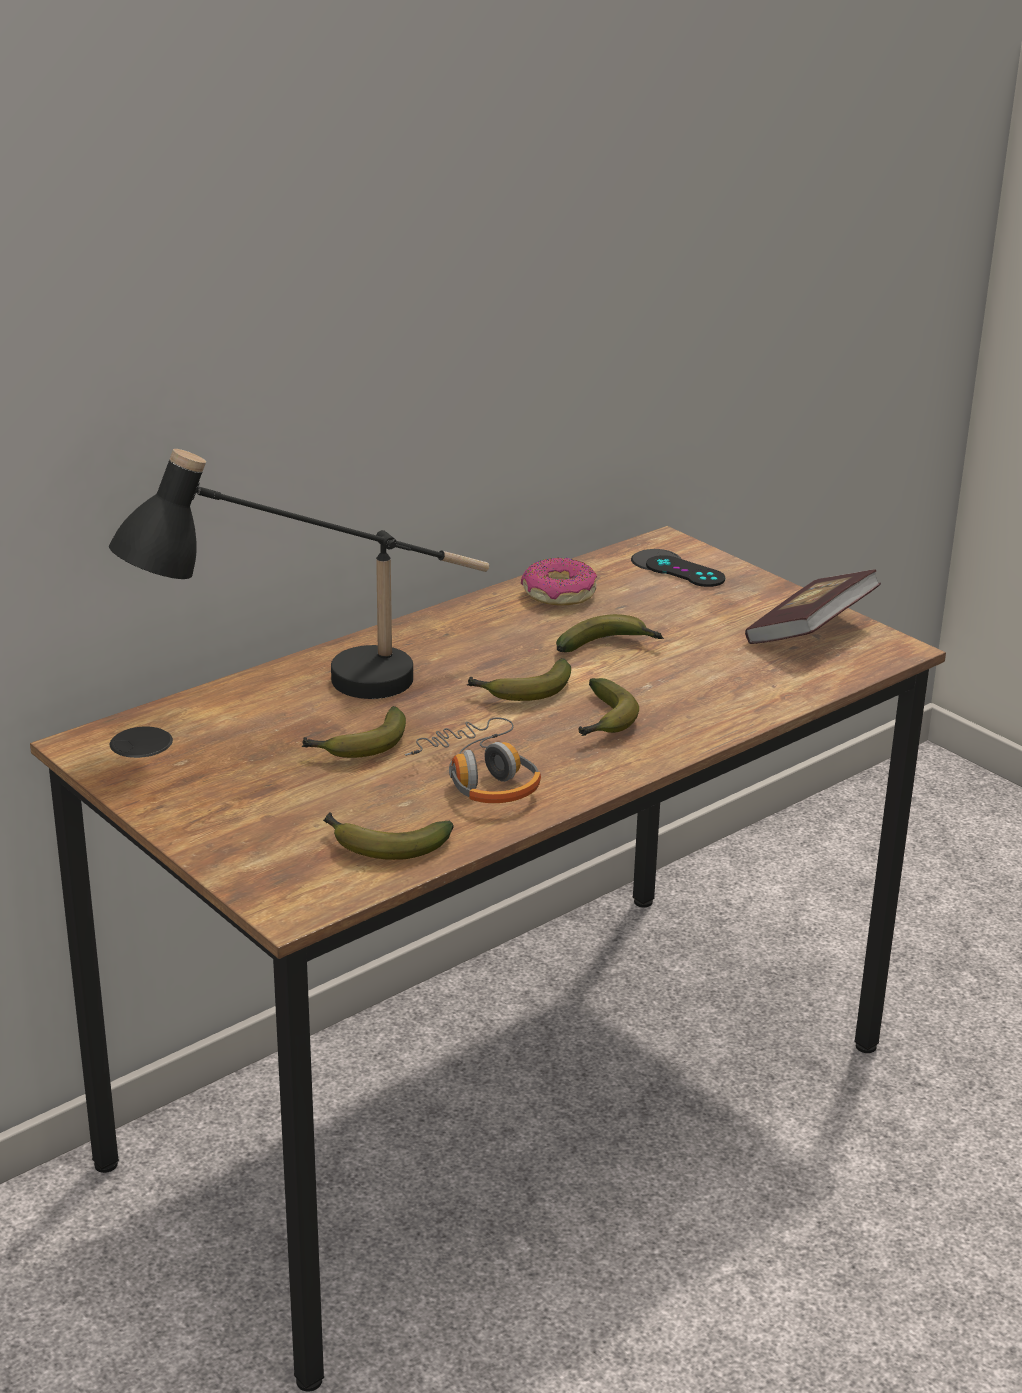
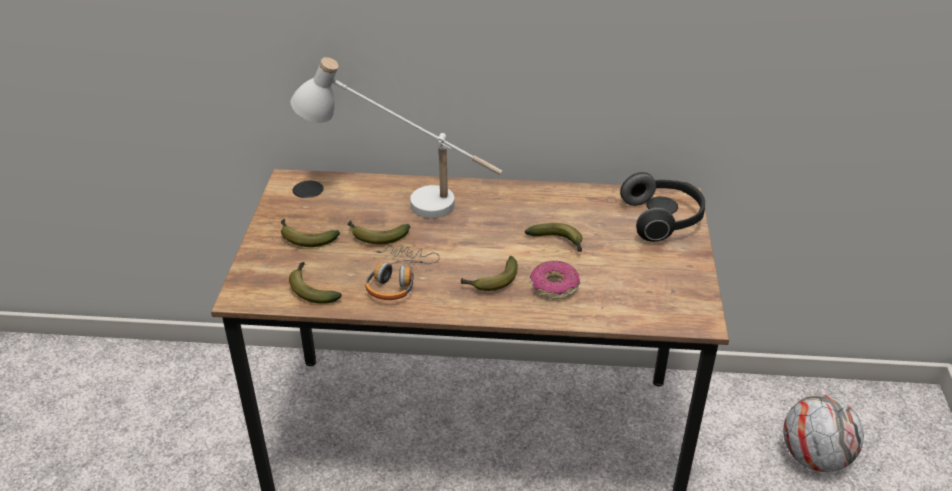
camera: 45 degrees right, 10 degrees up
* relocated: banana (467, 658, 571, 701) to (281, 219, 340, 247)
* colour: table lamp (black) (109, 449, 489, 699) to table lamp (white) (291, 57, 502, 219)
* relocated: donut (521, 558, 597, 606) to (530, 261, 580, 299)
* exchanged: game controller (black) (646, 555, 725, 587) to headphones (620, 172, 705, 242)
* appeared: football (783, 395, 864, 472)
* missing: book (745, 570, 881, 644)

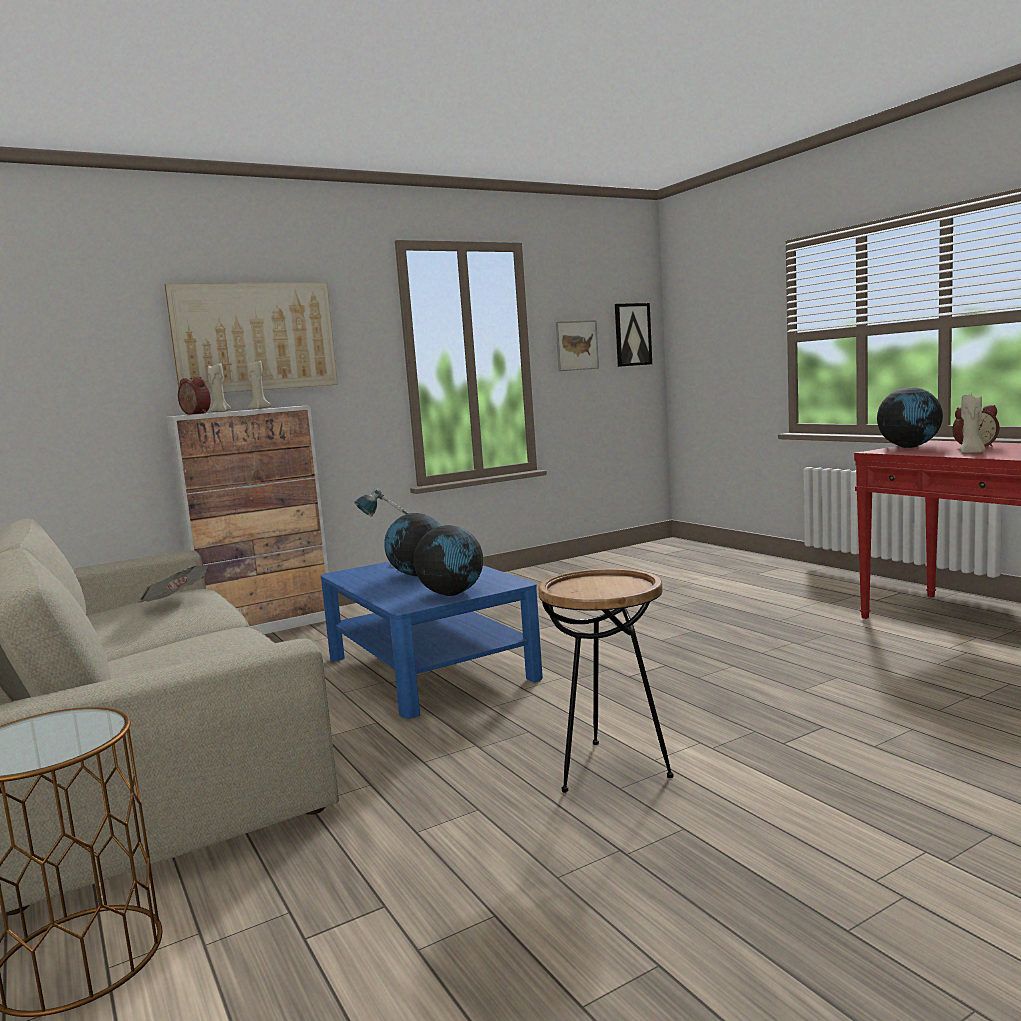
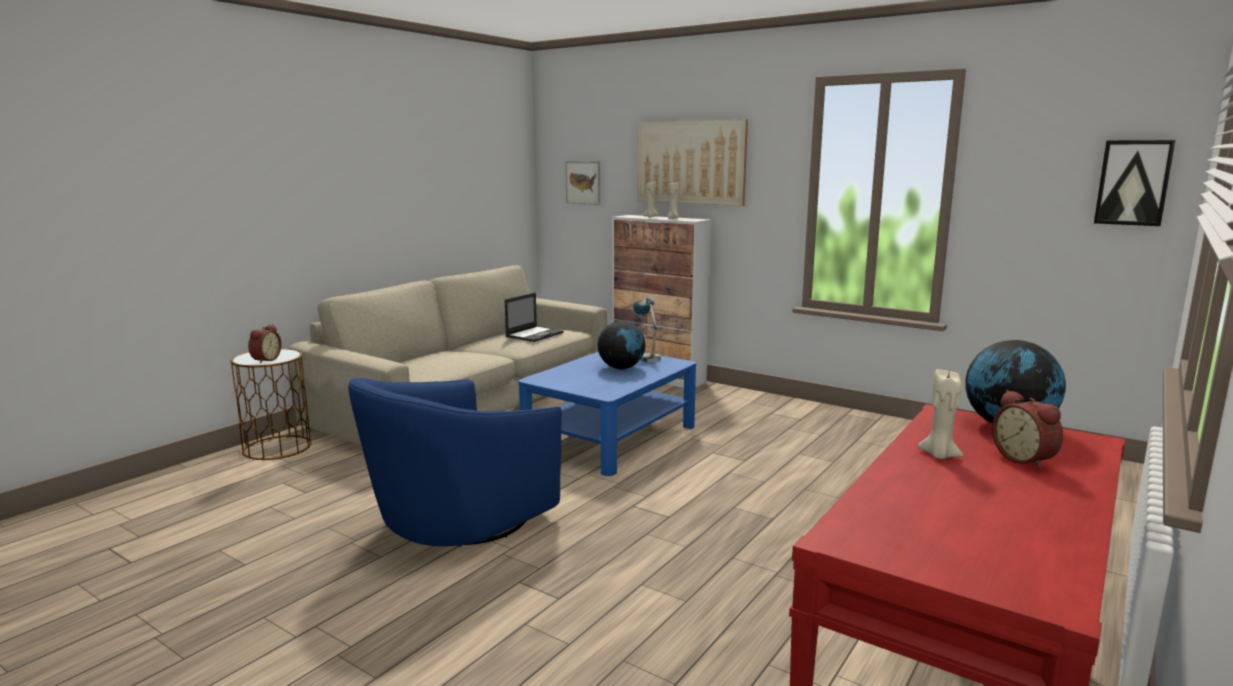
camera: 65 degrees right, 5 degrees up
* relocated: alarm clock (178, 377, 211, 415) to (248, 324, 281, 364)
* exchanged: side table (brown) (538, 569, 674, 793) to armchair (blue) (348, 378, 562, 546)
* exchanged: newspaper (140, 566, 208, 603) to laptop (505, 293, 564, 342)
* relocated: picture (556, 320, 599, 371) to (565, 161, 600, 205)
* missing: globe (414, 525, 483, 596)

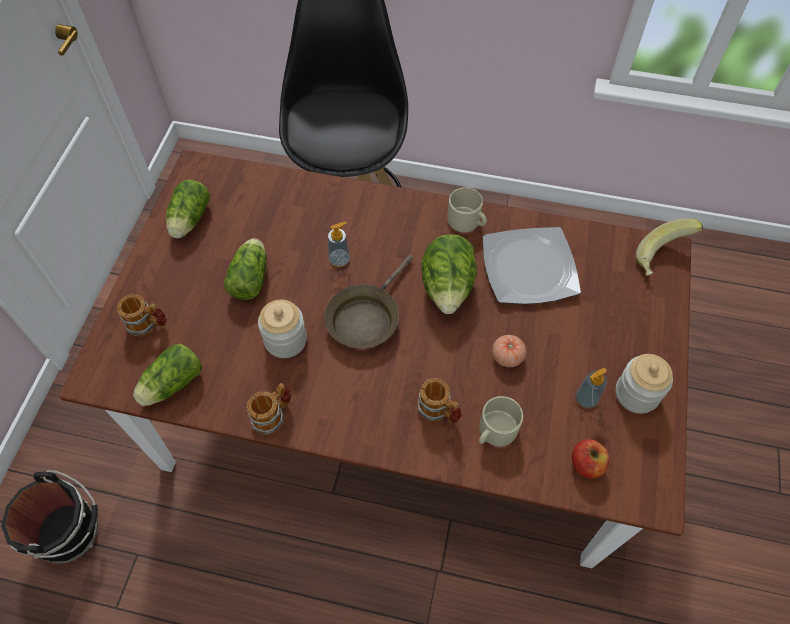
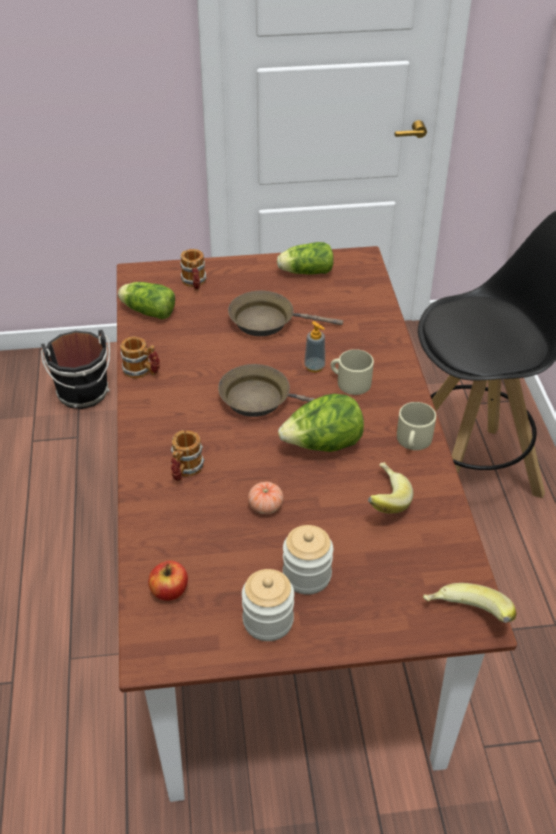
camera: 70 degrees right, 15 degrees down
* exchanged: lettuce (224, 238, 267, 300) to frying pan (brown) (228, 291, 343, 336)
* relocated: jar (258, 300, 307, 358) to (283, 525, 333, 595)
* relocated: mug (beige) (479, 396, 523, 446) to (331, 349, 374, 395)
* exchanged: plate (483, 227, 581, 304) to banana (368, 462, 413, 514)
* missing: soap dispenser (575, 368, 607, 408)

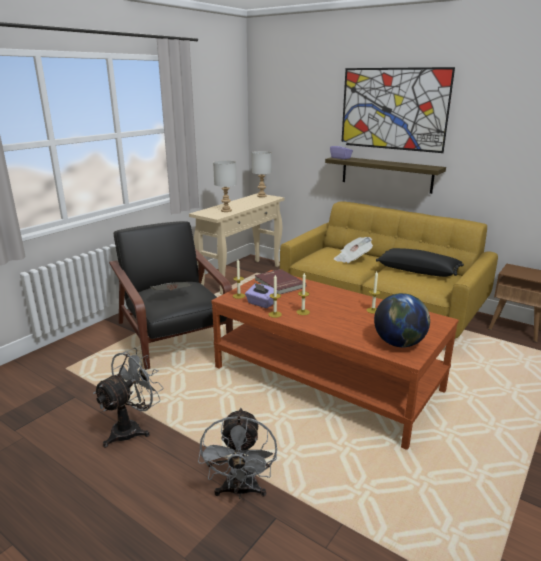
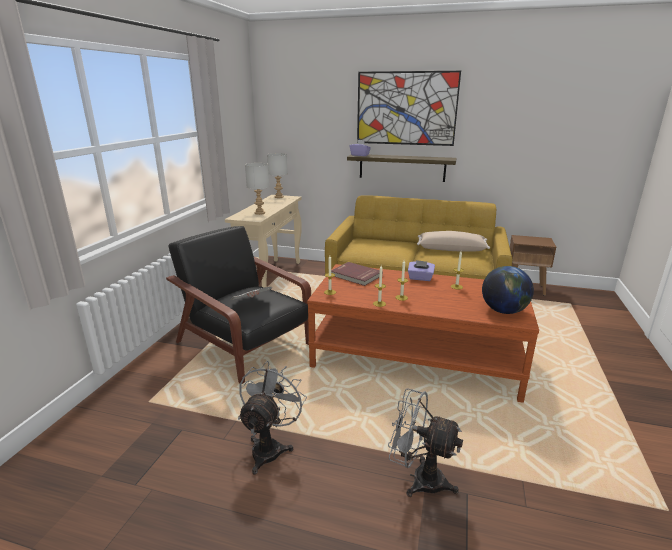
camera: 20 degrees left, 0 degrees up
* spun: fan (grey) (198, 408, 277, 499) = (388, 388, 463, 497) 135 degrees clockwise
* relocated: tissue box (purple) (245, 283, 278, 308) to (408, 260, 435, 281)
* colour: pillow (black) (376, 248, 464, 277) to pillow (beige) (417, 231, 490, 252)
* missing: newspaper (334, 237, 373, 263)

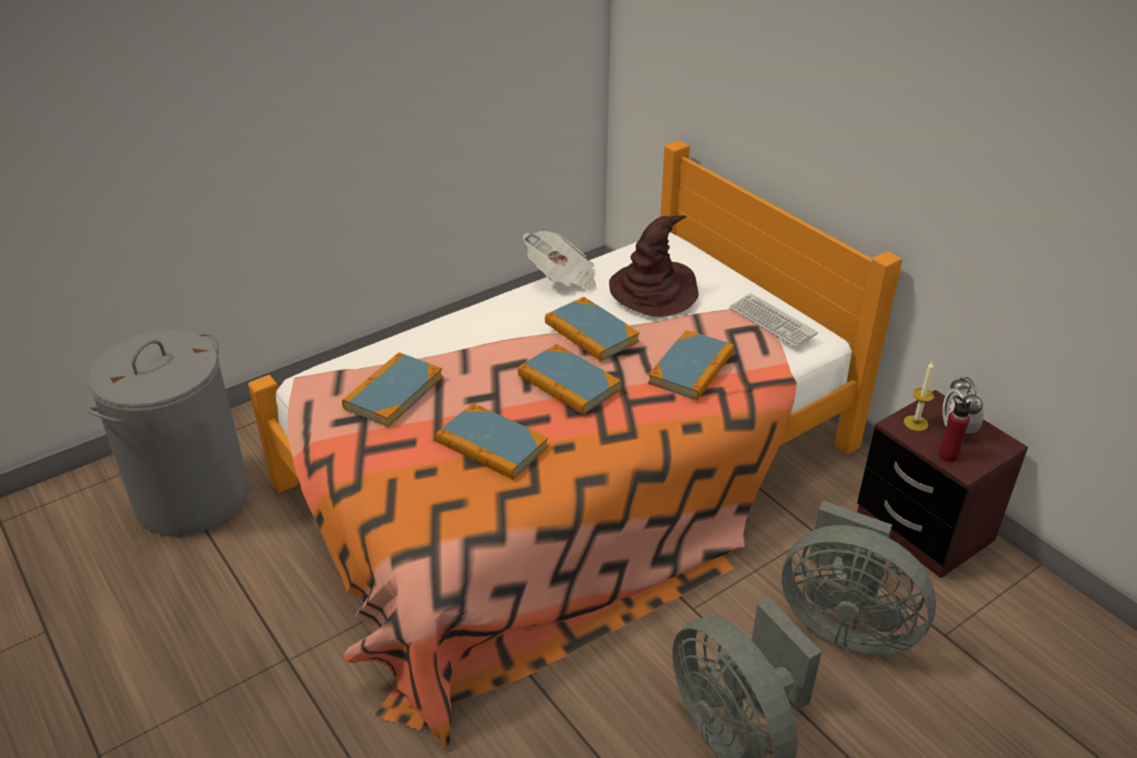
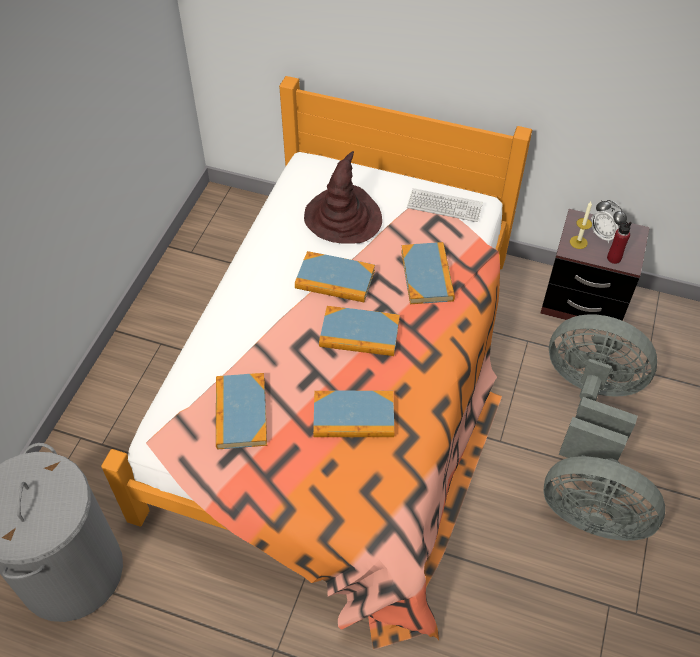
camera: 35 degrees left, 15 degrees up
* spun: fan (grey) (782, 501, 936, 655) = (549, 314, 657, 440) 150 degrees counterclockwise
* missing: newspaper (523, 231, 597, 291)

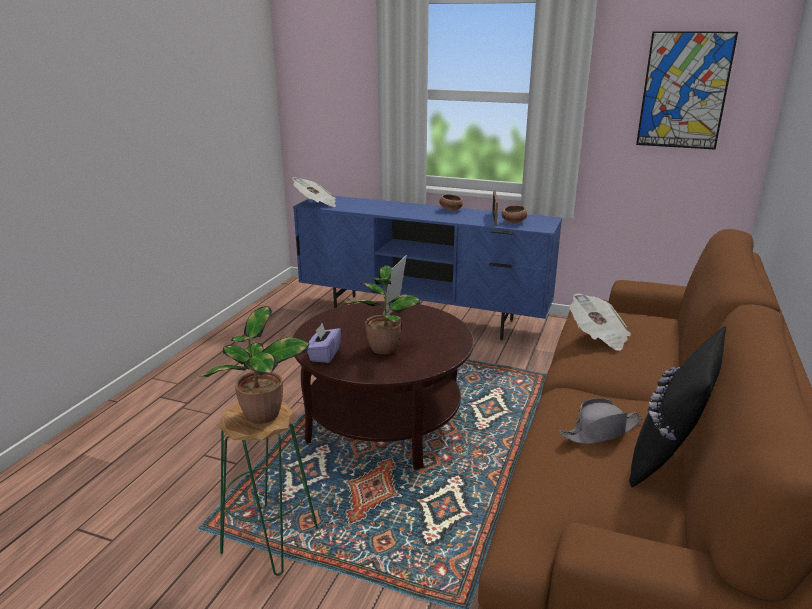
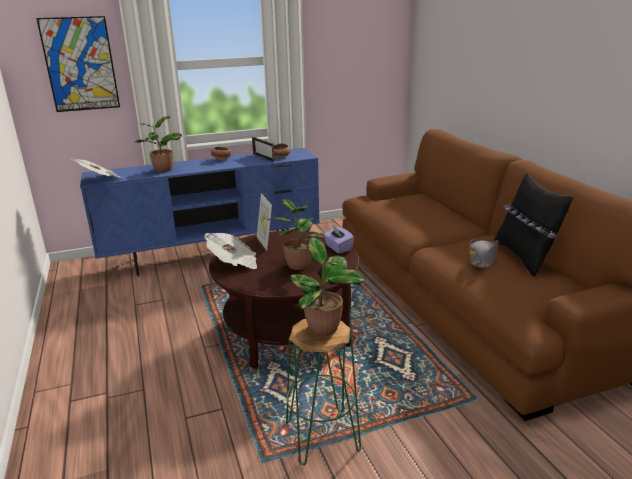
camera: 40 degrees left, 0 degrees up
* relocated: picture (636, 31, 738, 150) to (36, 16, 120, 112)
* appeared: potted plant (135, 116, 182, 172)
* relocated: newspaper (569, 293, 631, 351) to (204, 233, 257, 269)
* relocated: tissue box (purple) (307, 323, 341, 363) to (323, 226, 354, 254)

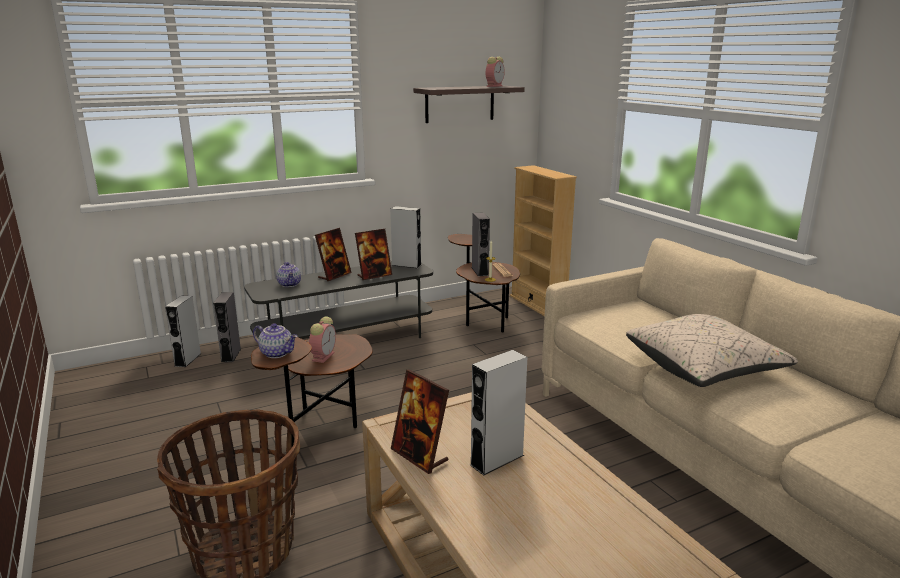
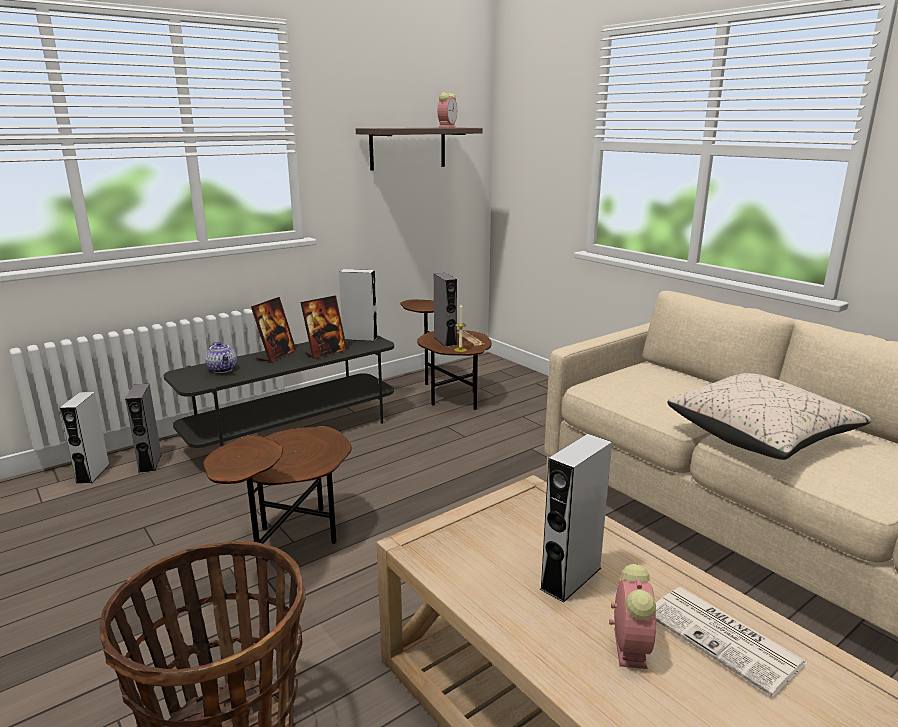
camera: 10 degrees left, 0 degrees up
* relocated: alarm clock (309, 316, 336, 363) to (609, 564, 656, 669)
* appeared: newspaper (656, 587, 807, 697)
* missing: teapot (253, 323, 298, 358)
* missing: picture frame (391, 369, 449, 474)
* missing: bookcase (beige) (510, 165, 577, 316)

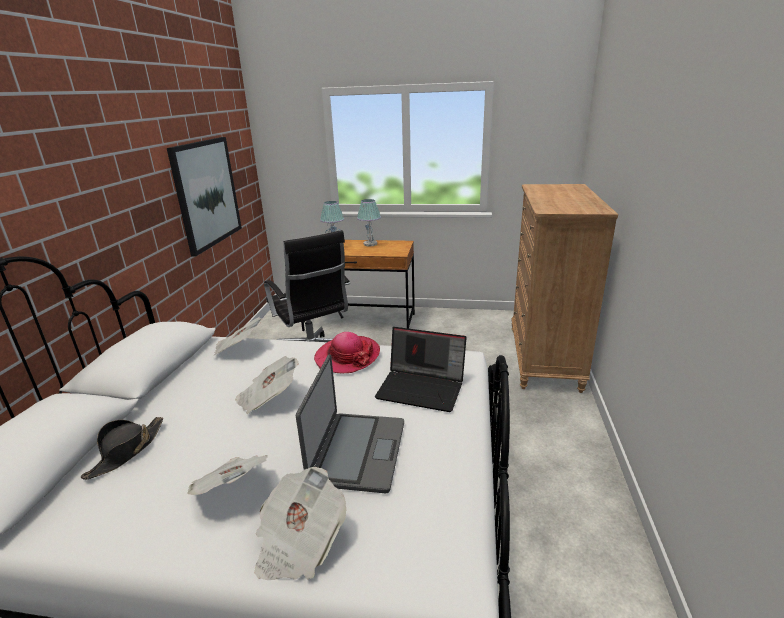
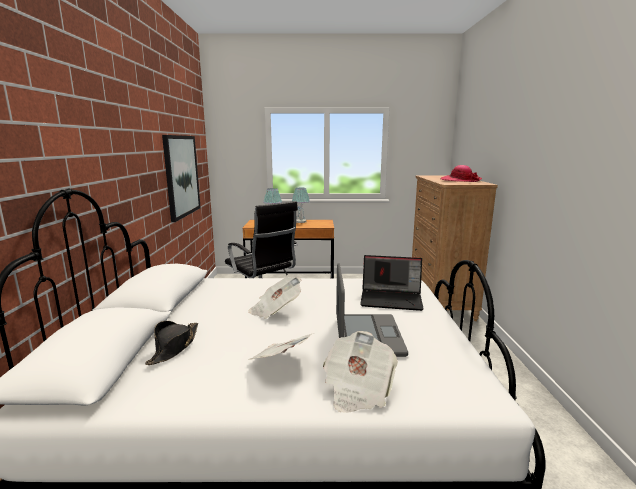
camera: 10 degrees left, 10 degrees down
* relocated: hat (314, 332, 380, 373) to (440, 165, 482, 182)
* missing: newspaper (213, 317, 262, 356)

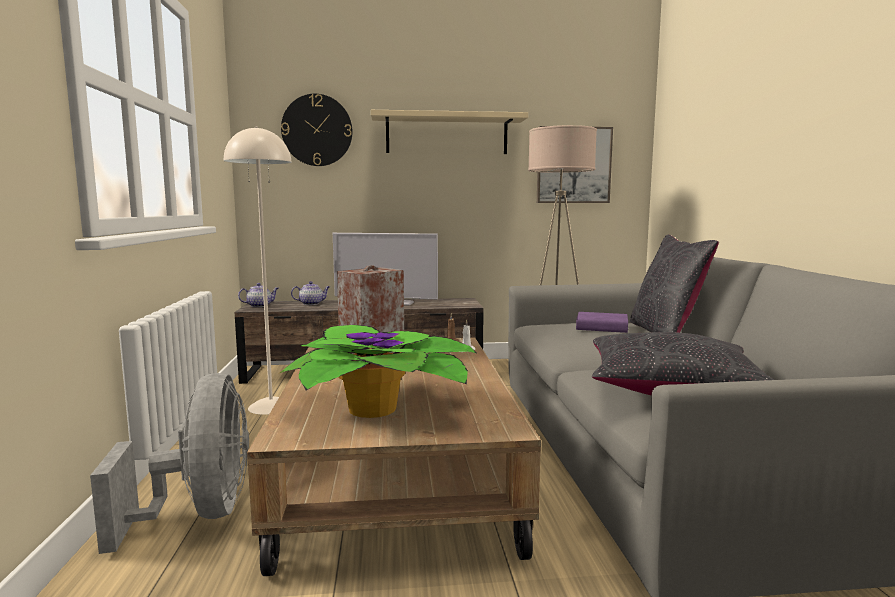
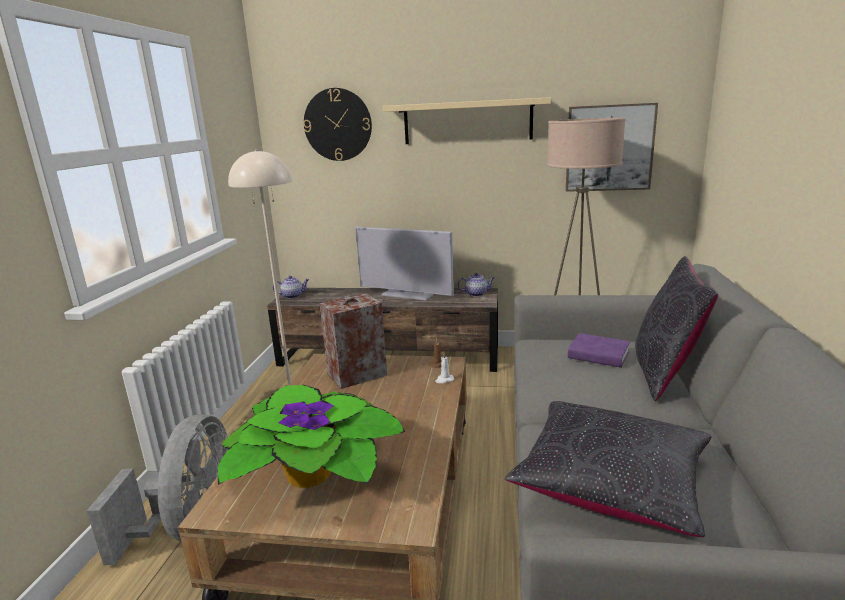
camera: 15 degrees right, 10 degrees up
* relocated: teapot (291, 281, 330, 305) to (458, 273, 495, 296)

